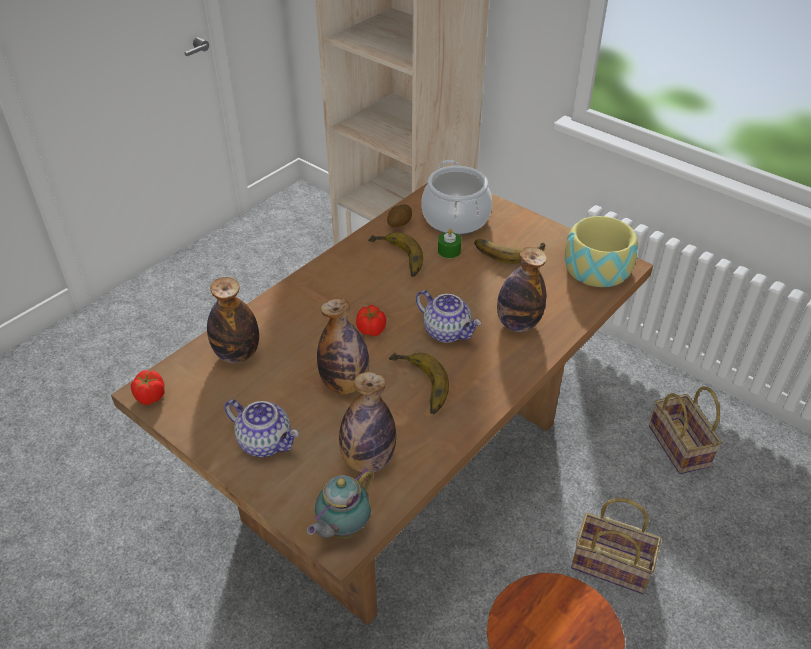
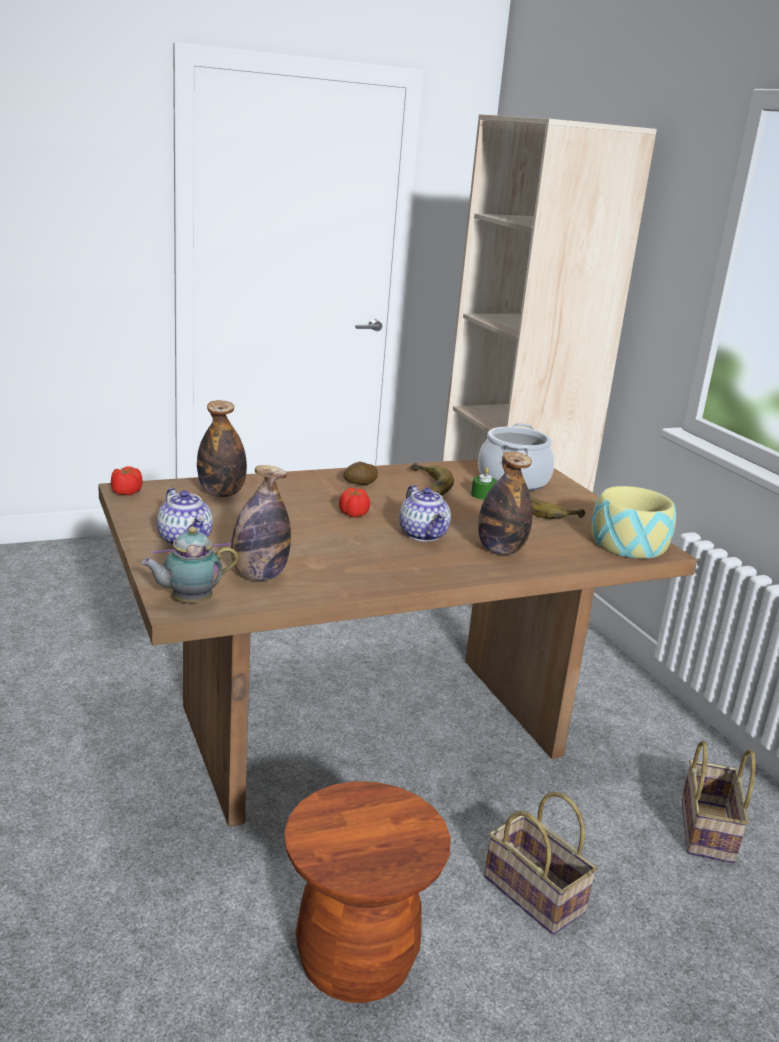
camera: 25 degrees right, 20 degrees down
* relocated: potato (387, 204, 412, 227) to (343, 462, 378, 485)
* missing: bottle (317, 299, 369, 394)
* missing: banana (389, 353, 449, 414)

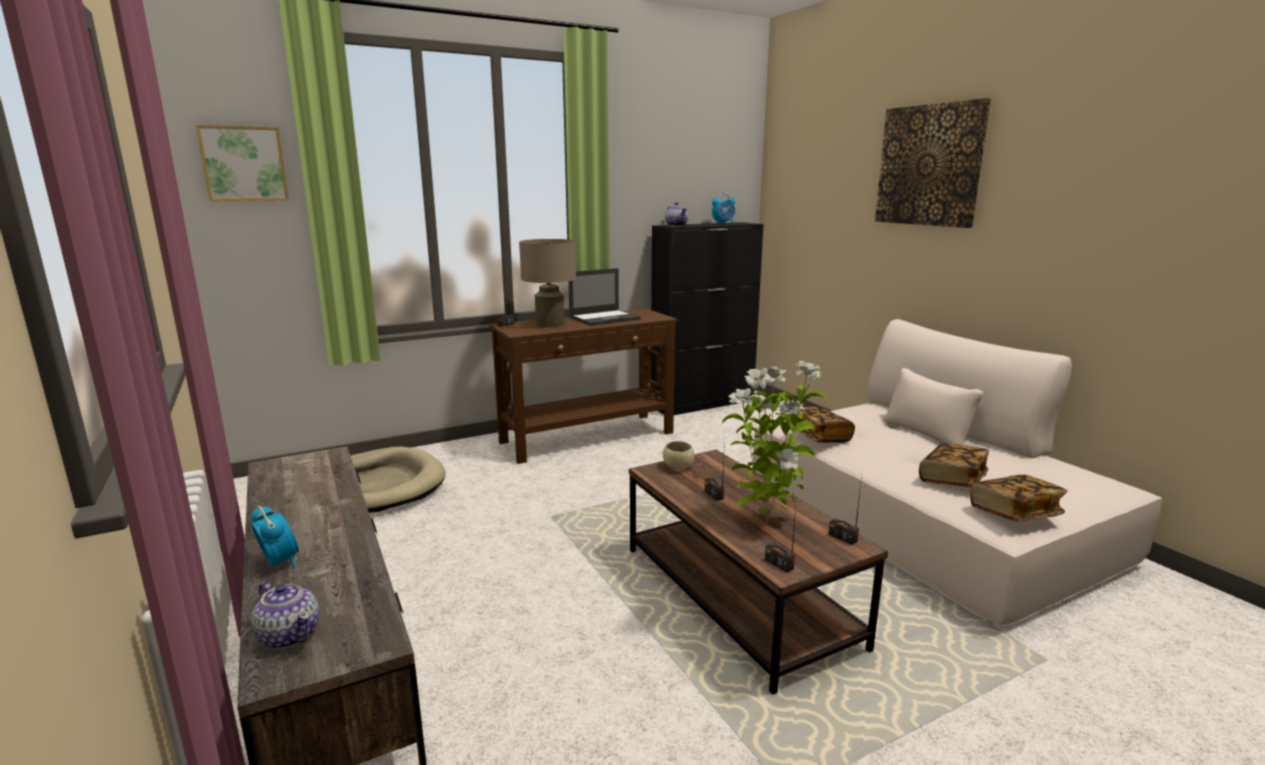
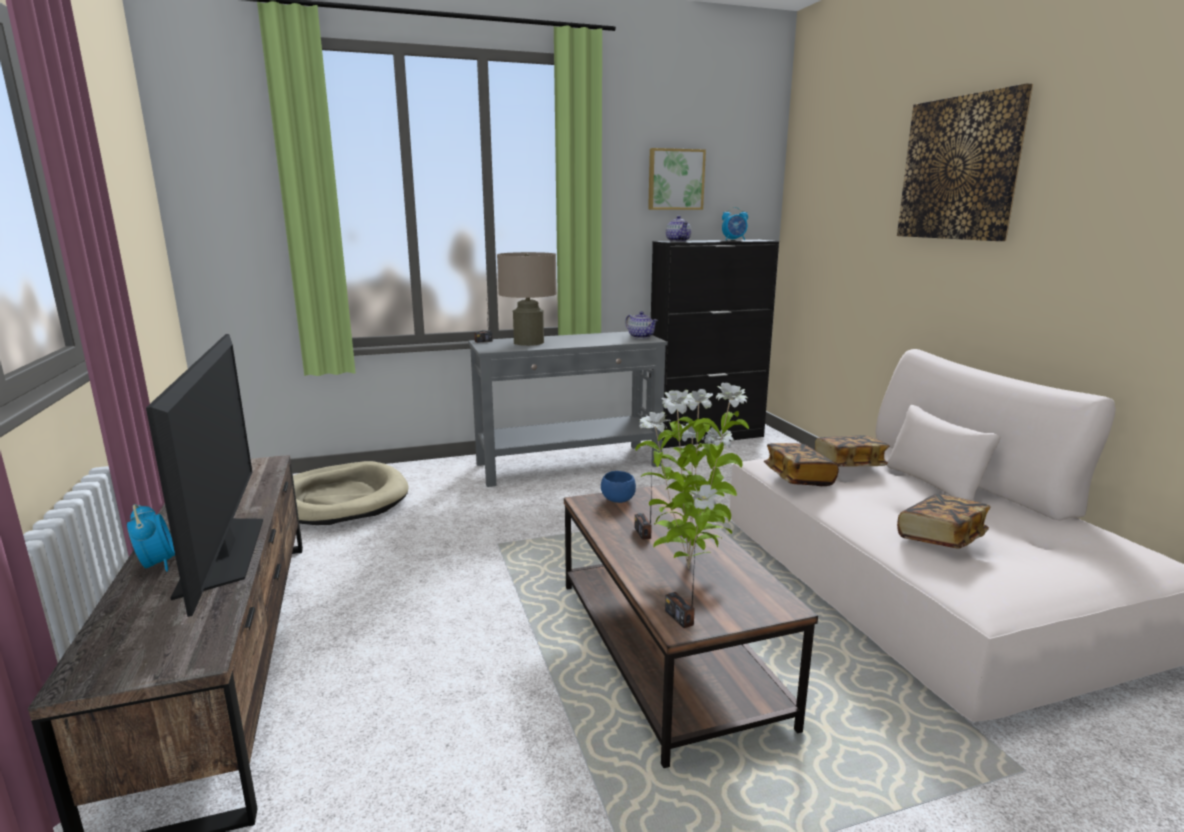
camera: 10 degrees right, 0 degrees up
* appeared: television (146, 334, 263, 617)
* colour: console table (brown) (490, 309, 677, 464) to console table (grey) (468, 331, 668, 487)
* colour: bowl (beige) (663, 441, 694, 470) to bowl (blue) (601, 471, 636, 503)
* relocated: teapot (251, 581, 319, 649) to (625, 311, 658, 339)
* relocated: picture (196, 125, 289, 201) to (648, 148, 706, 210)
* relocated: book (970, 475, 1067, 521) to (815, 435, 889, 467)
* missing: laptop (569, 268, 641, 326)
* missing: radio (828, 475, 862, 545)

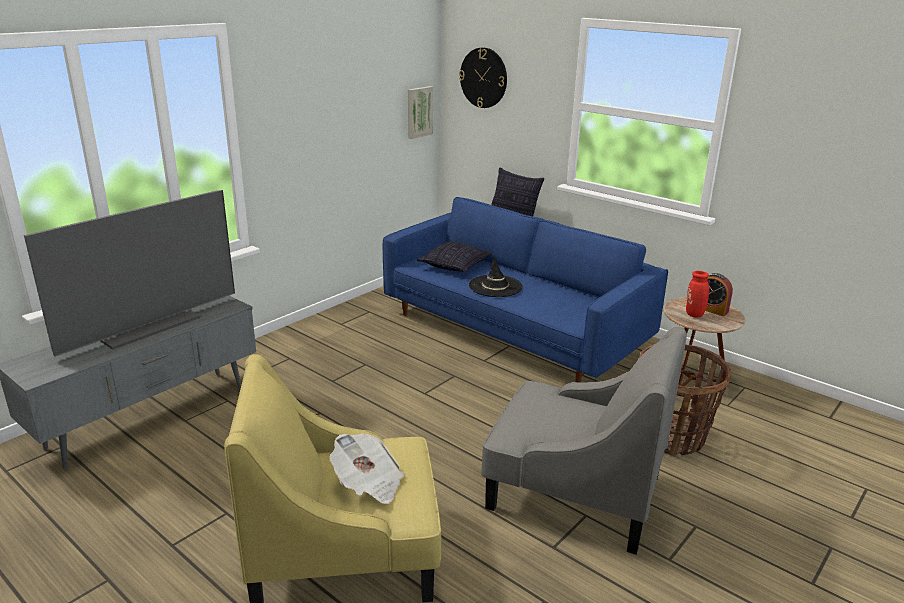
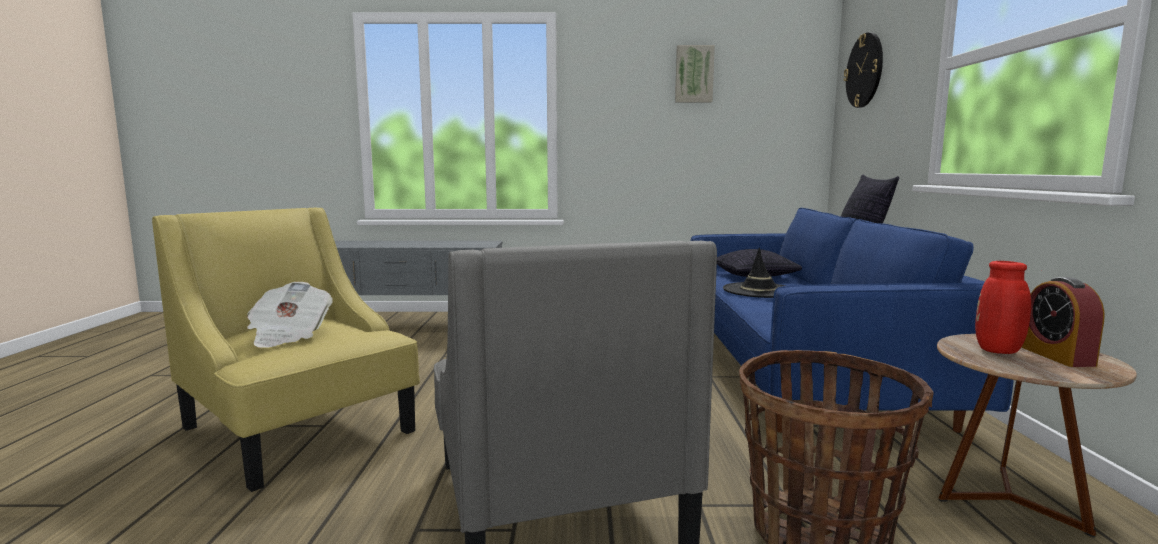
camera: 50 degrees right, 15 degrees down
* relocated: picture (408, 86, 433, 139) to (675, 45, 715, 103)
* missing: television (24, 190, 235, 357)

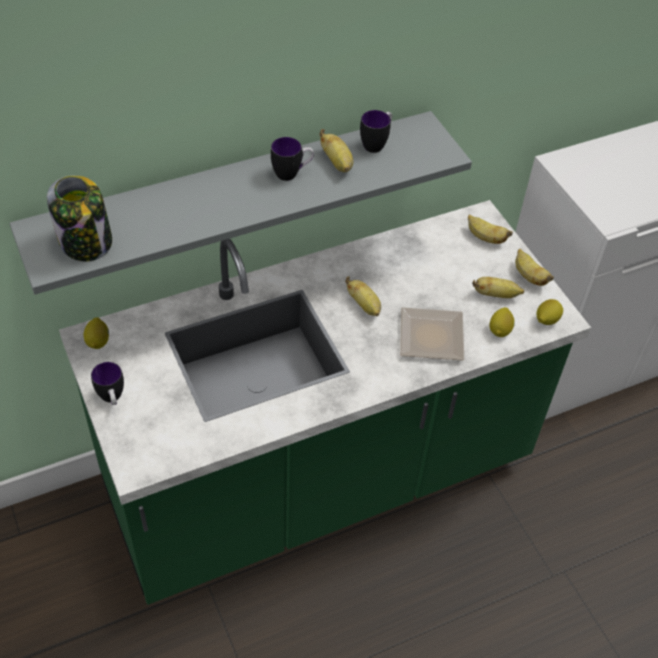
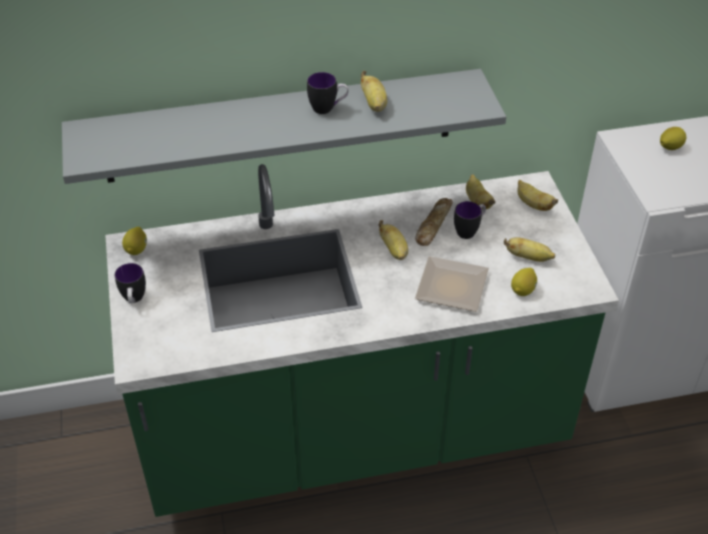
camera: 15 degrees right, 5 degrees down
* appeared: bread (415, 198, 453, 246)
* relocated: mug (360, 110, 392, 153) to (454, 201, 486, 239)
* relocated: banana (515, 249, 554, 286) to (466, 174, 495, 209)
* relocated: lemon (536, 299, 563, 325) to (660, 127, 686, 150)
* missing: jar (47, 175, 112, 262)

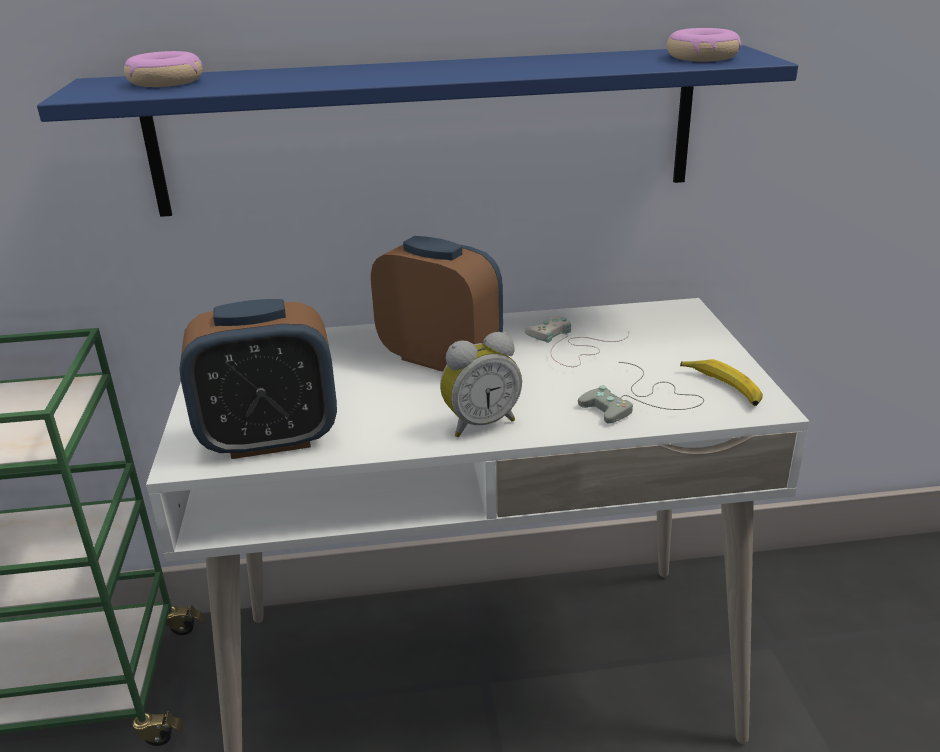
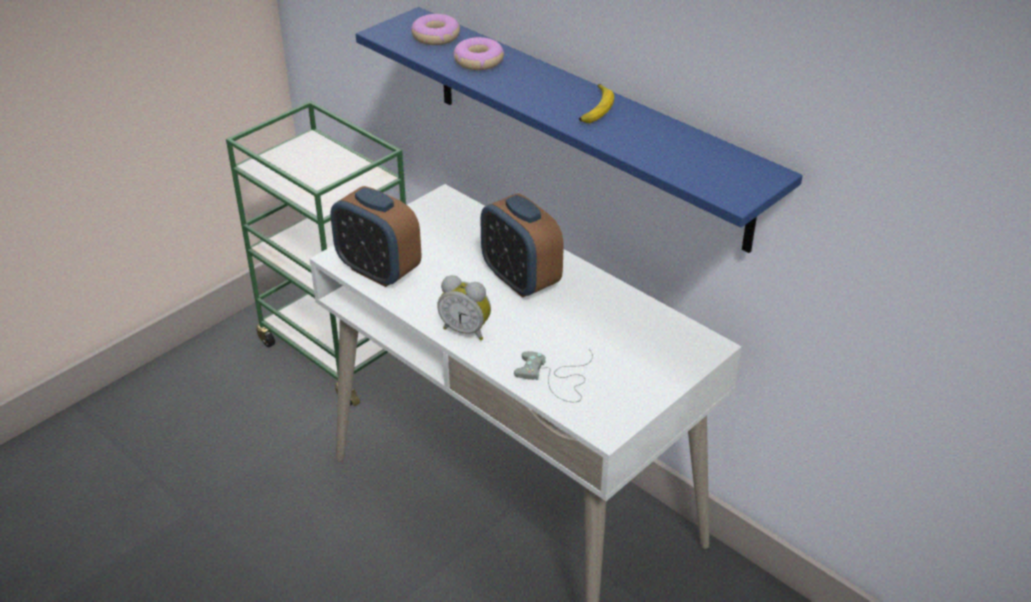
camera: 50 degrees right, 10 degrees up
* relocated: donut (667, 28, 741, 61) to (454, 37, 504, 70)
* spun: alarm clock (371, 236, 503, 372) = (480, 193, 564, 298) 150 degrees clockwise
* relocated: banana (680, 359, 763, 406) to (579, 84, 614, 123)
* missing: game controller (white) (525, 316, 629, 367)

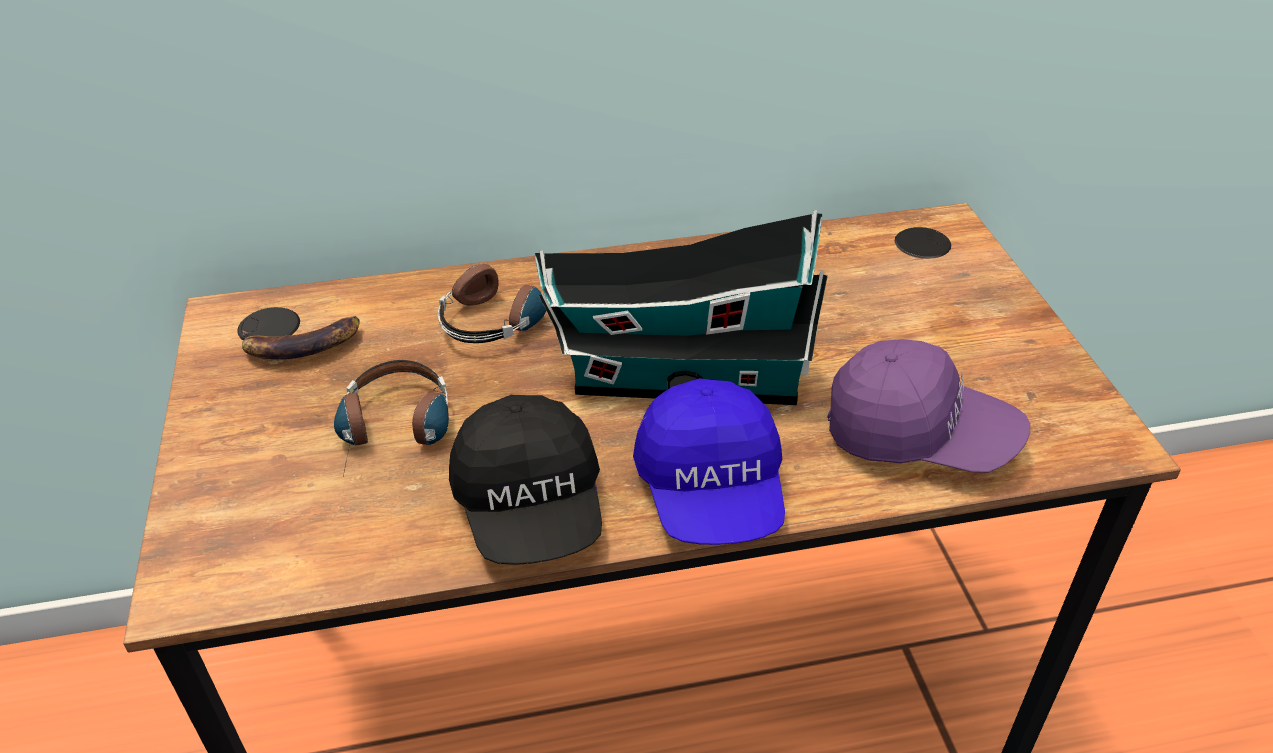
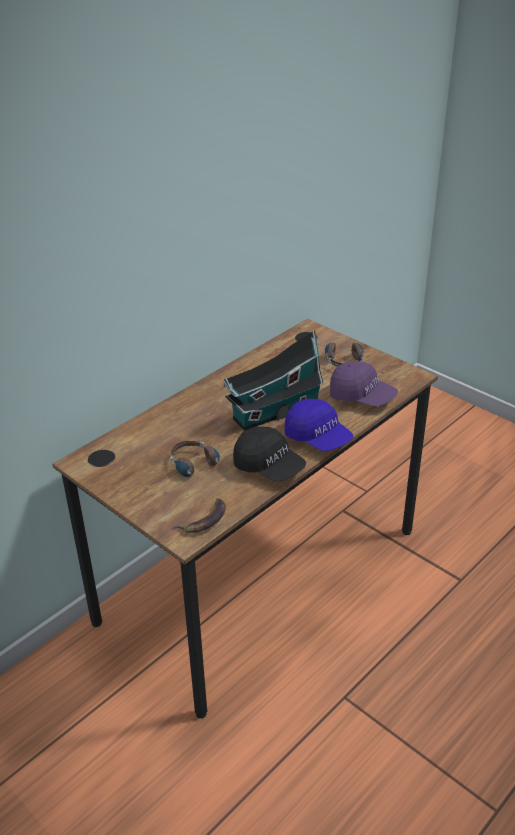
camera: 35 degrees left, 5 degrees down
* relocated: banana (242, 316, 359, 359) to (173, 498, 226, 533)
* relocated: headphones (438, 263, 546, 343) to (325, 340, 363, 367)
* spun: cap (purple) (828, 339, 1030, 473) = (330, 361, 398, 407) 45 degrees clockwise

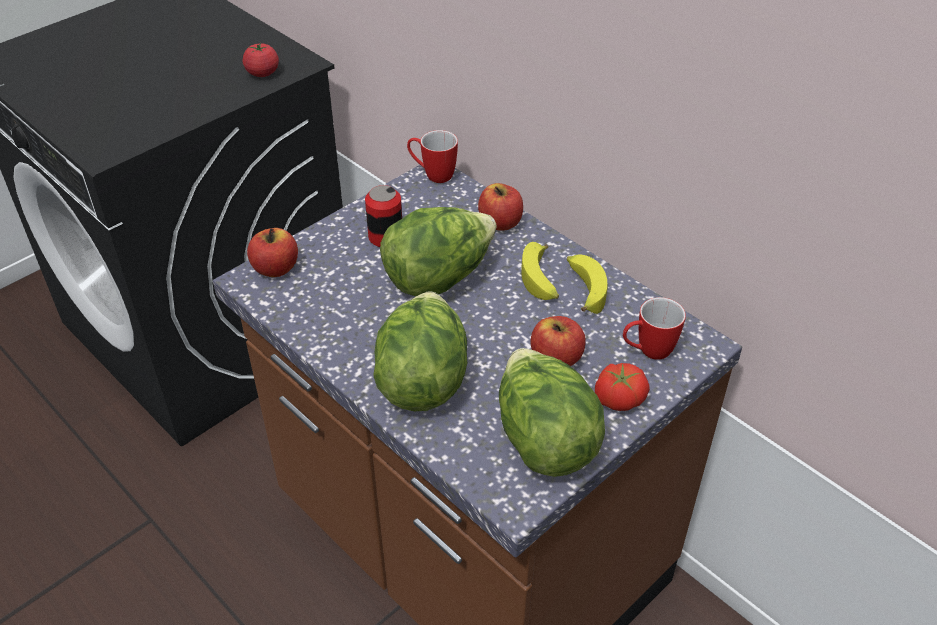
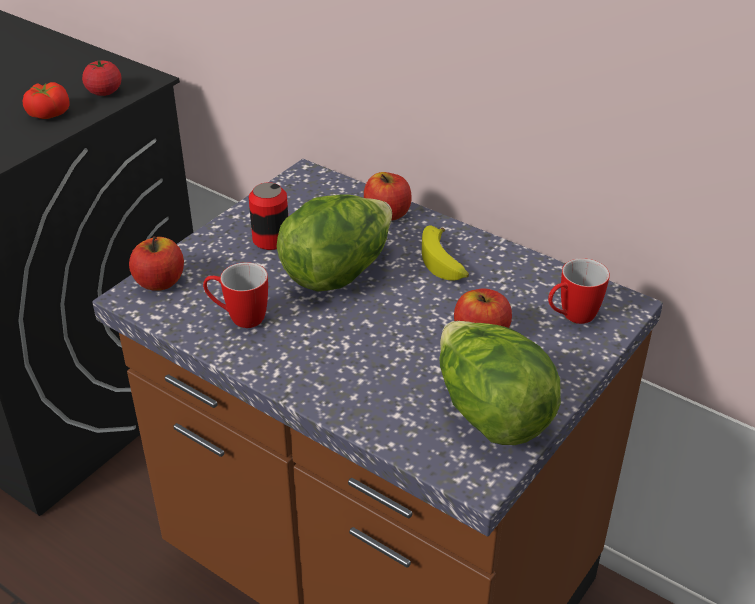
camera: 10 degrees left, 5 degrees down
* relocated: tomato (595, 363, 650, 411) to (23, 82, 70, 119)
* relocated: mug (407, 130, 458, 183) to (203, 262, 268, 328)
* missing: lettuce (373, 291, 467, 411)
* missing: banana (567, 254, 607, 314)

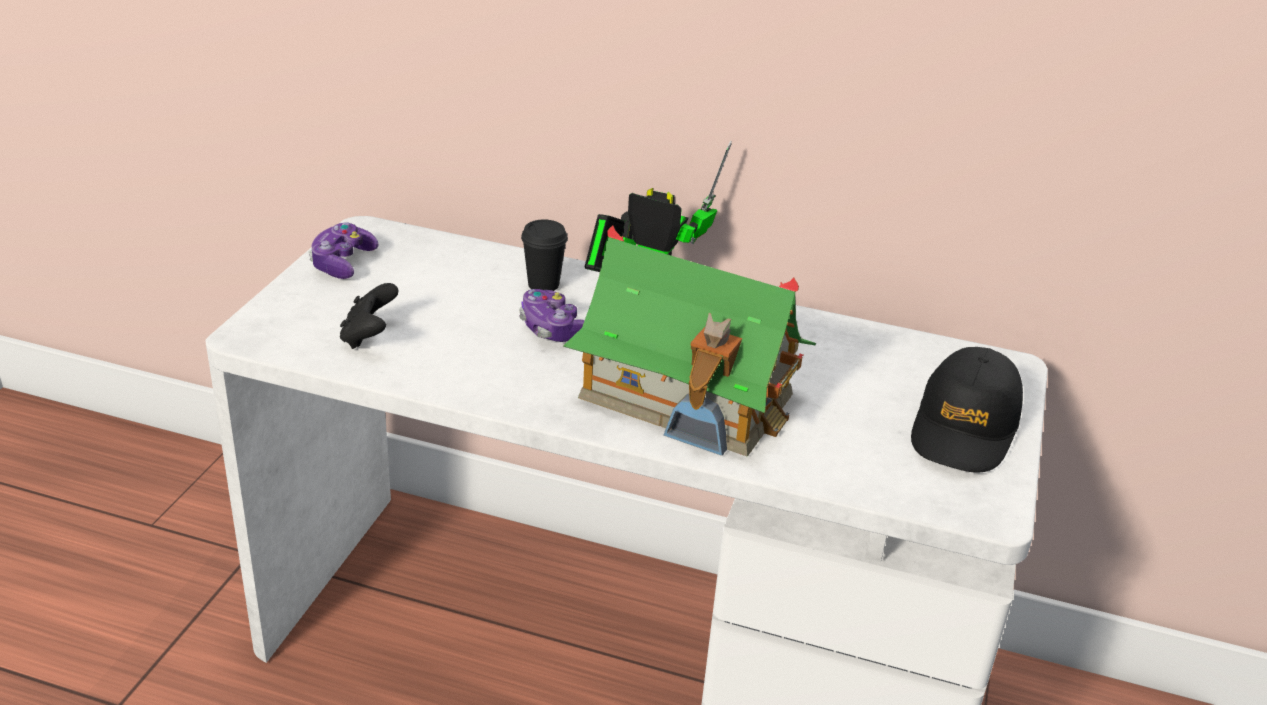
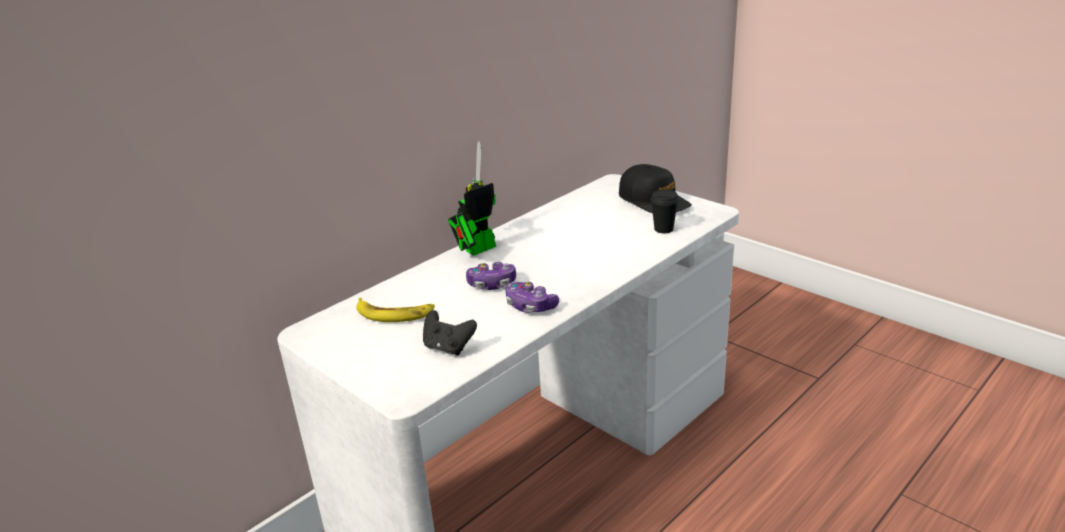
camera: 60 degrees left, 5 degrees down
* appeared: banana (356, 298, 435, 322)
* relocated: game controller (308, 222, 378, 279) to (506, 281, 559, 313)
* relocated: cup (black) (521, 219, 568, 291) to (650, 189, 679, 233)
* missing: toy house (563, 225, 816, 457)

